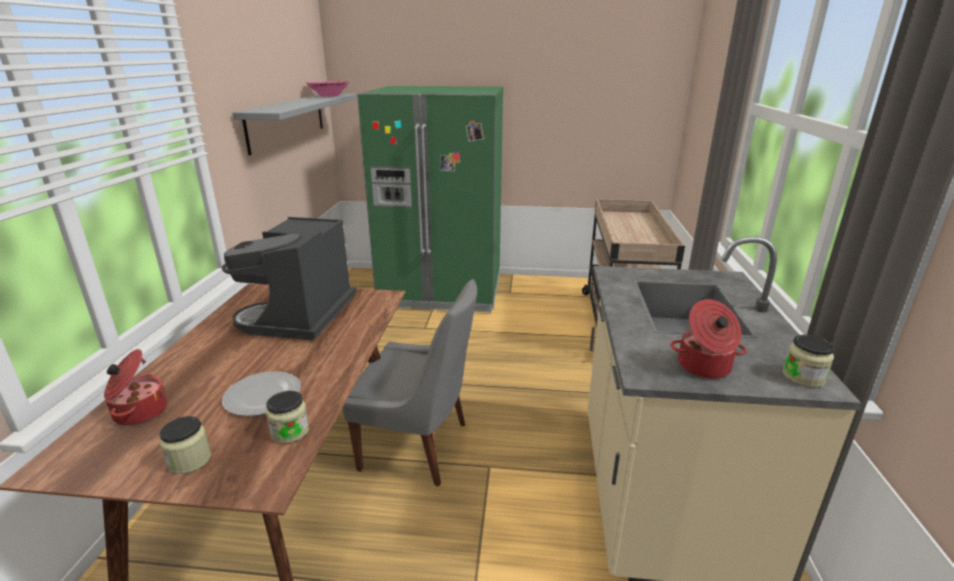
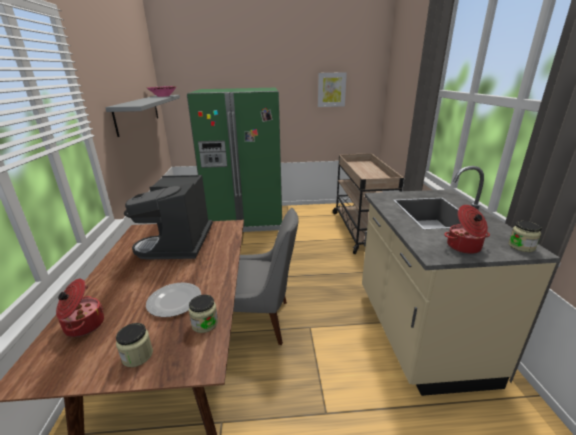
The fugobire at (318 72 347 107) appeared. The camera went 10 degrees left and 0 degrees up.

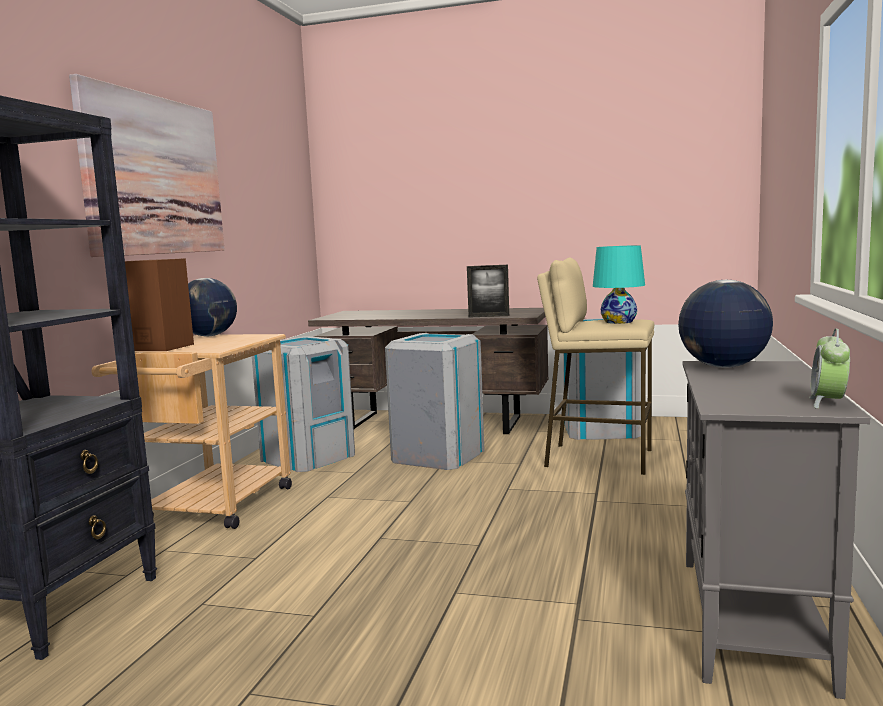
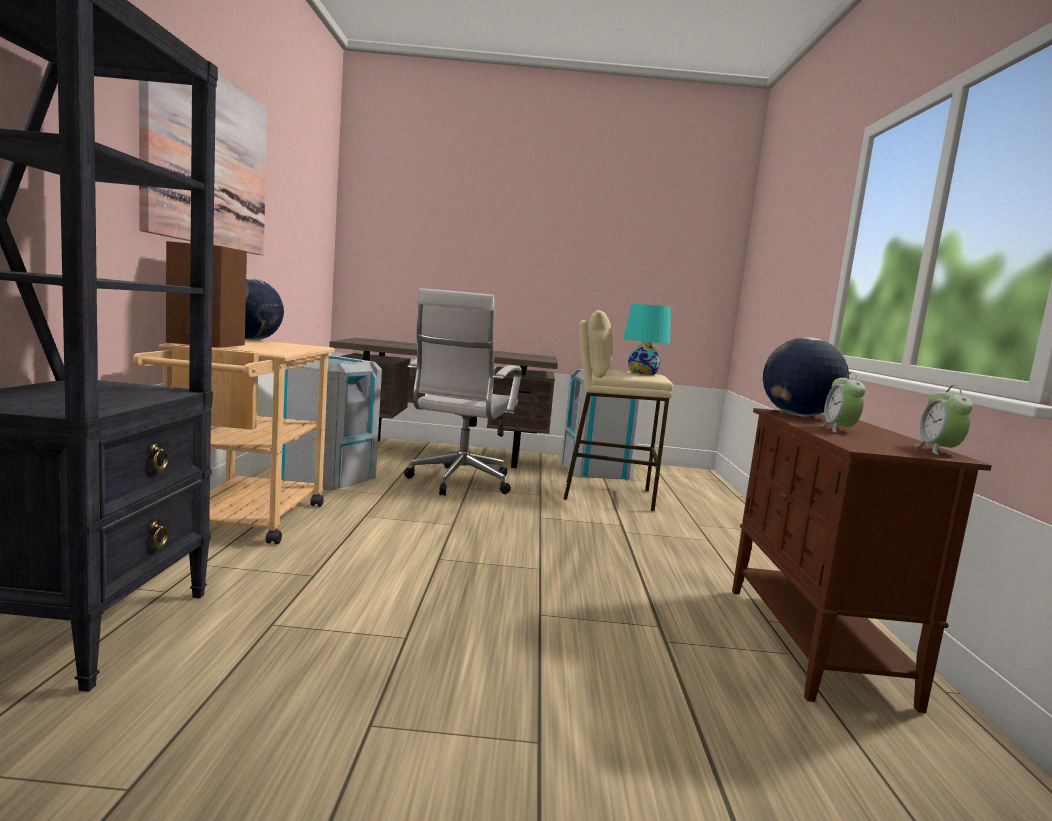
The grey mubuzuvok at (385 333 484 470) was replaced by the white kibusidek at (404 288 522 496). The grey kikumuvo at (683 361 870 699) became the brown kikumuvo at (732 408 992 713). The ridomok at (820 372 866 433) appeared. The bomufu at (467 265 509 317) disappeared. The camera went 15 degrees left and 0 degrees up.

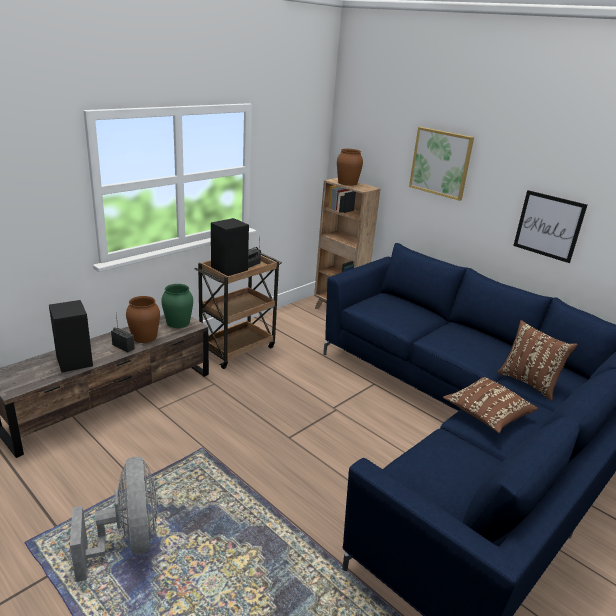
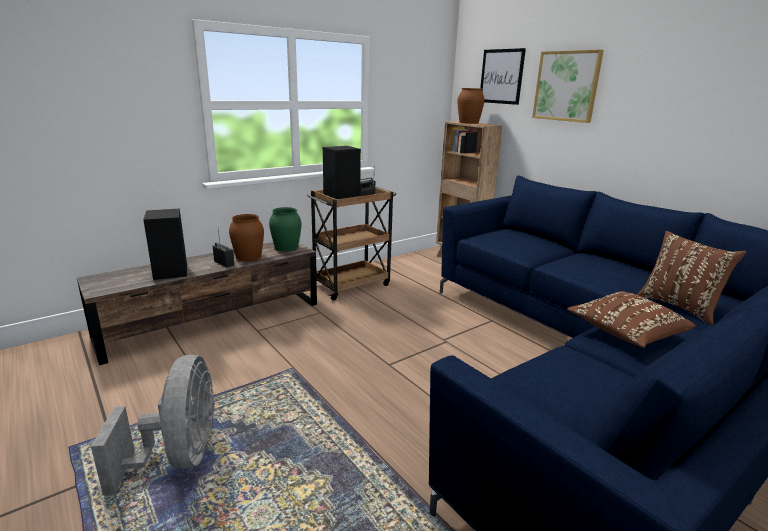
The fugobire moved from (513 190 587 263) to (480 48 526 105). The camera went 10 degrees right and 5 degrees down.

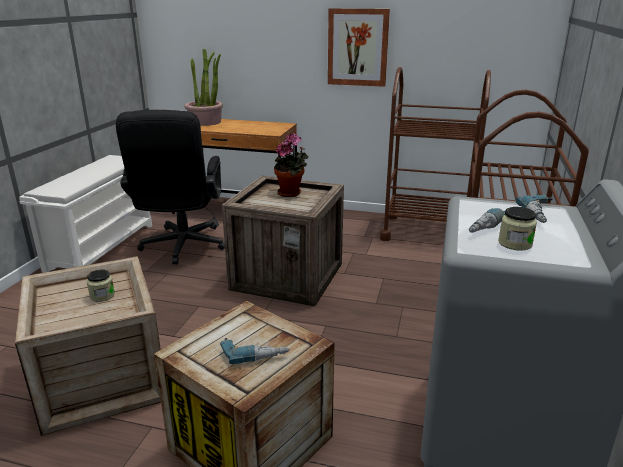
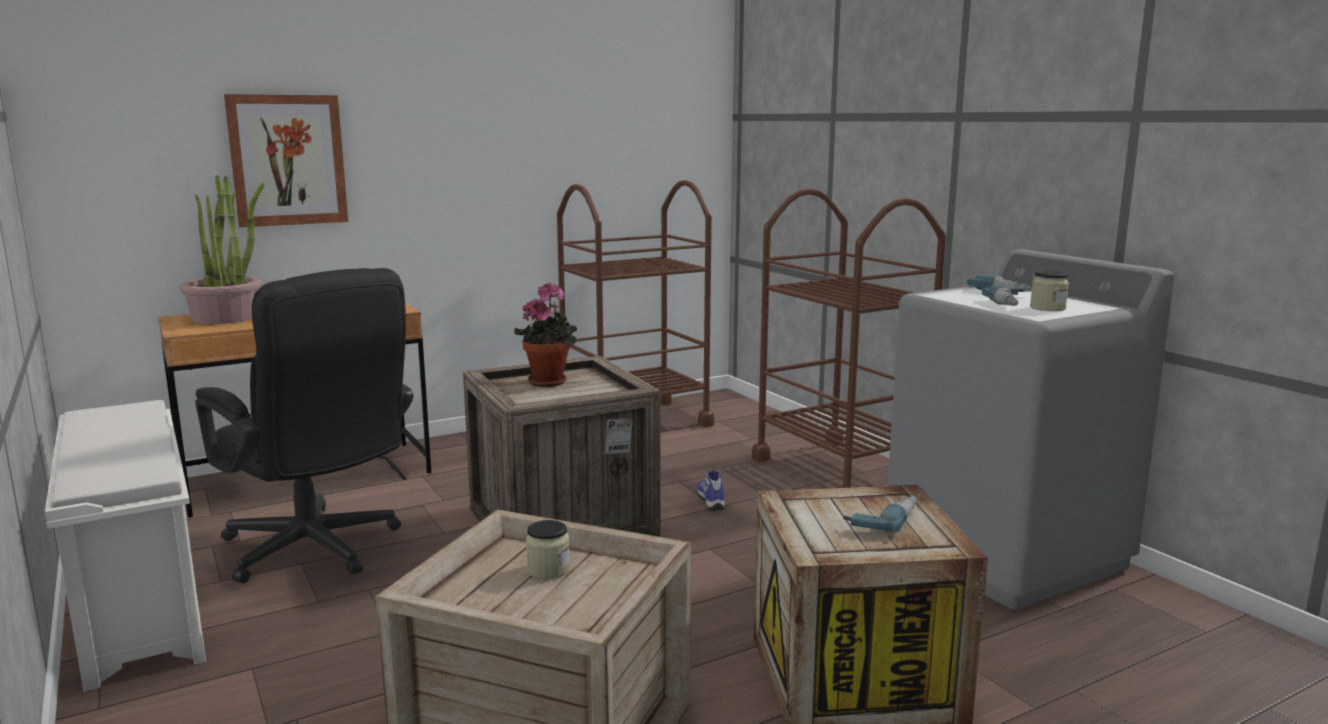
The fugobire moved from (328 8 390 87) to (224 94 348 227). The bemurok at (697 471 725 511) appeared. The camera went 45 degrees left and 10 degrees down.

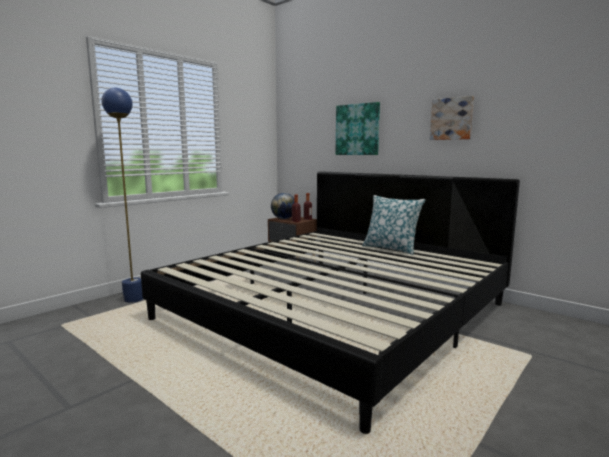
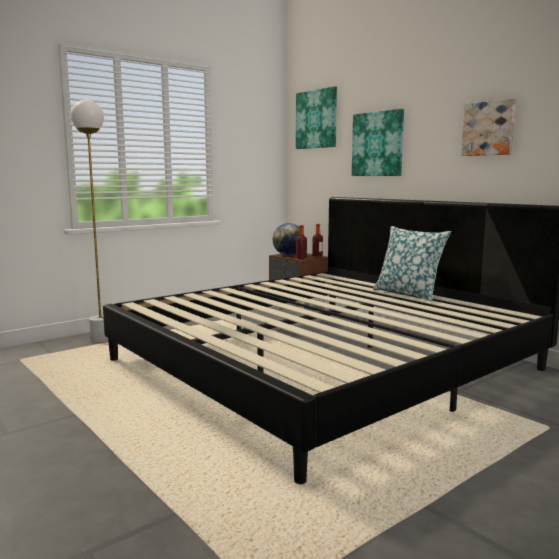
The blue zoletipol at (101 88 143 303) became the white zoletipol at (70 99 108 343). The fugobire at (296 86 337 149) appeared. The camera went 10 degrees right and 0 degrees up.

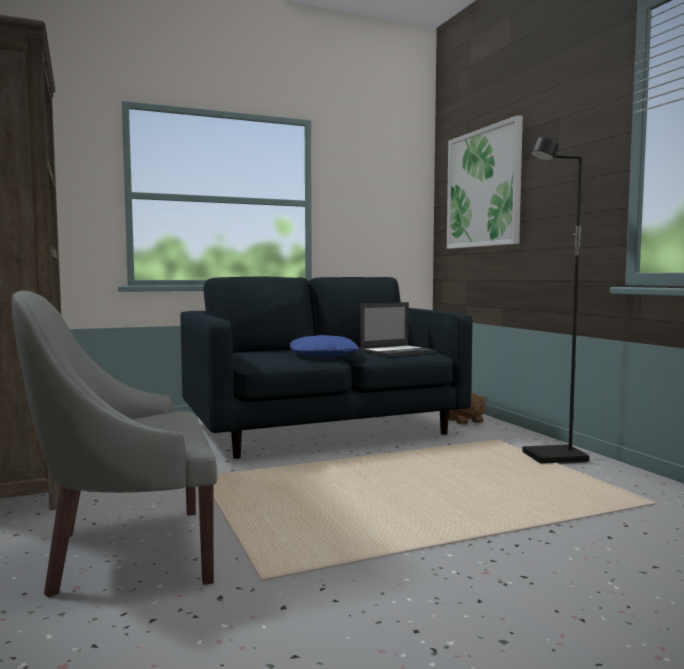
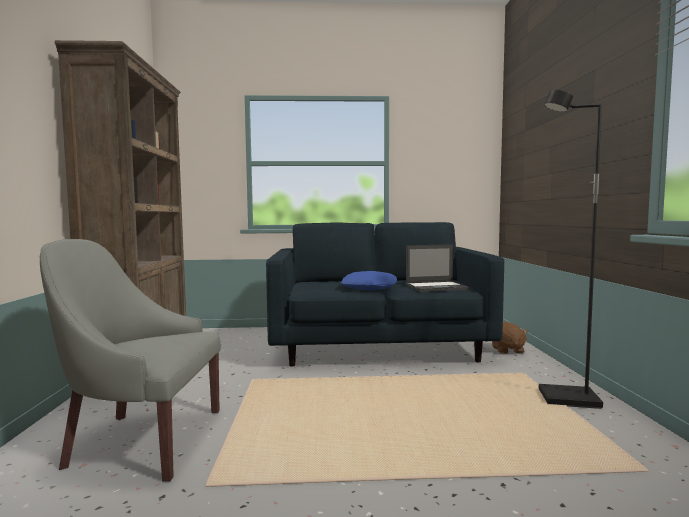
The fugobire at (447 115 523 249) disappeared. The camera went 20 degrees right and 0 degrees up.

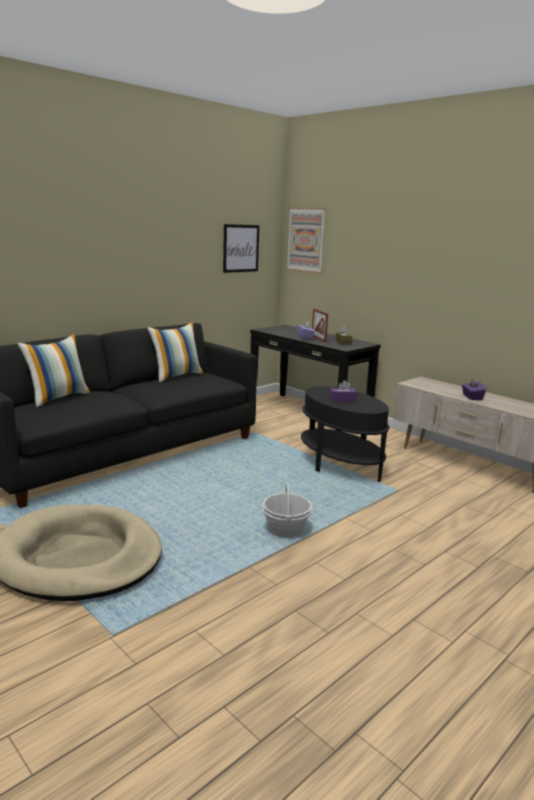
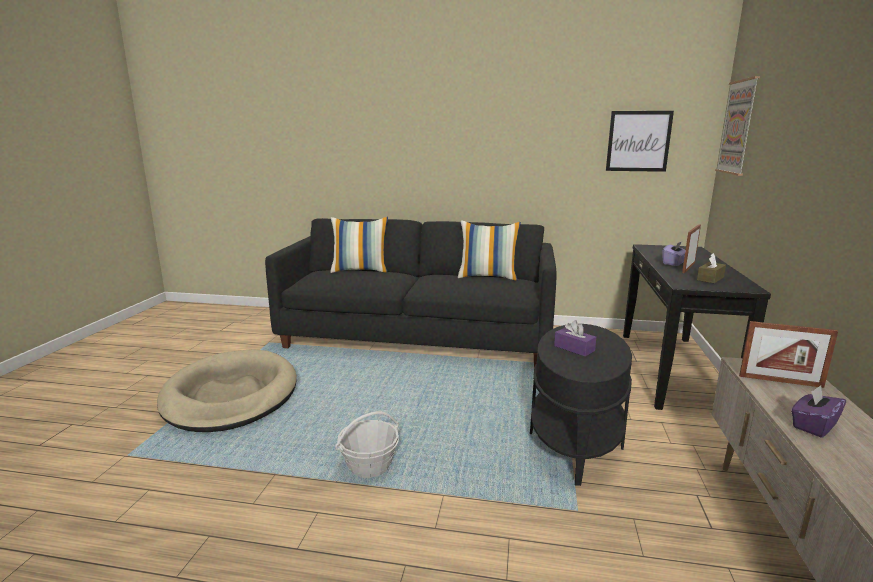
The bomufu at (739 321 838 388) appeared. The camera went 55 degrees right and 0 degrees up.

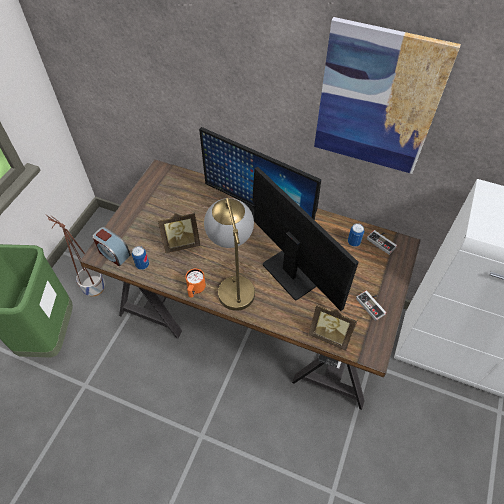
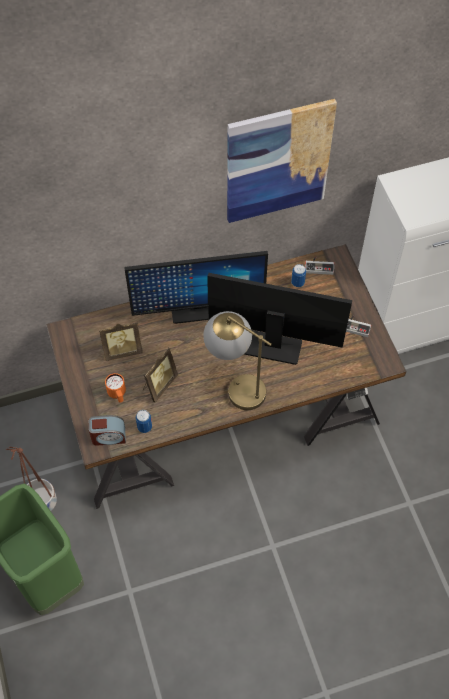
The bomufu moved from (308 303 358 351) to (99 322 143 361). The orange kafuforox moved from (185 269 206 298) to (105 373 126 403). The camera went 40 degrees left and 5 degrees up.

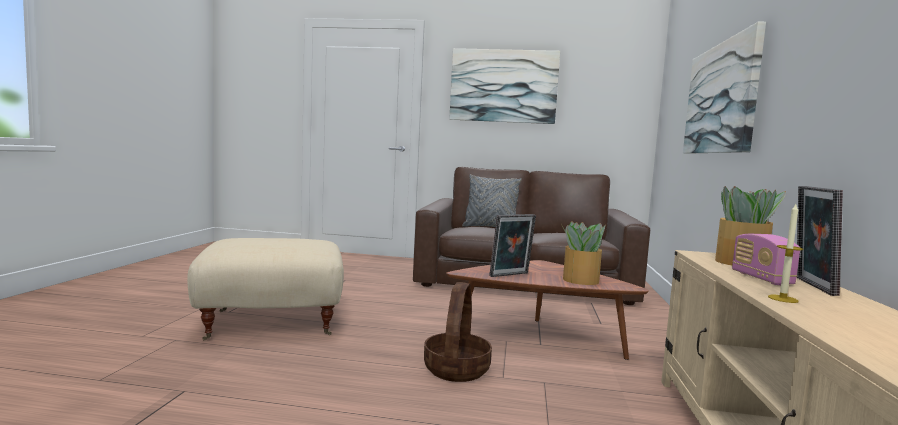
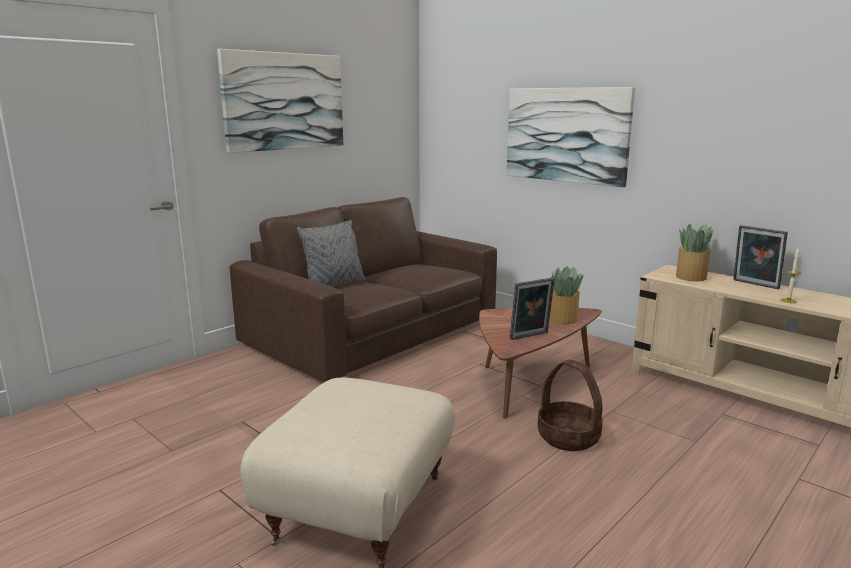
The bomufu at (489 214 536 277) turned 60 degrees clockwise. The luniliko at (732 234 800 285) disappeared. The camera went 55 degrees left and 10 degrees up.

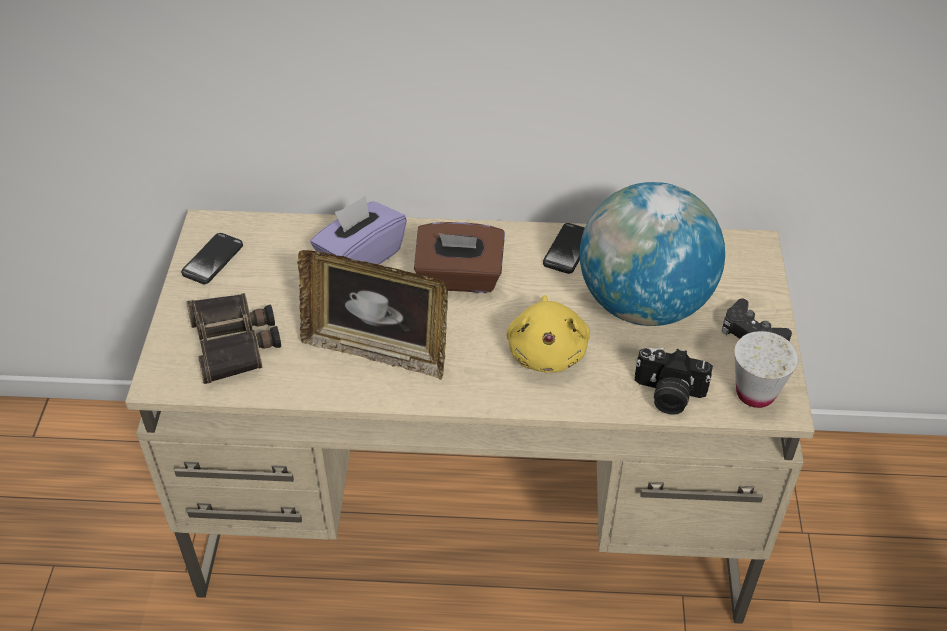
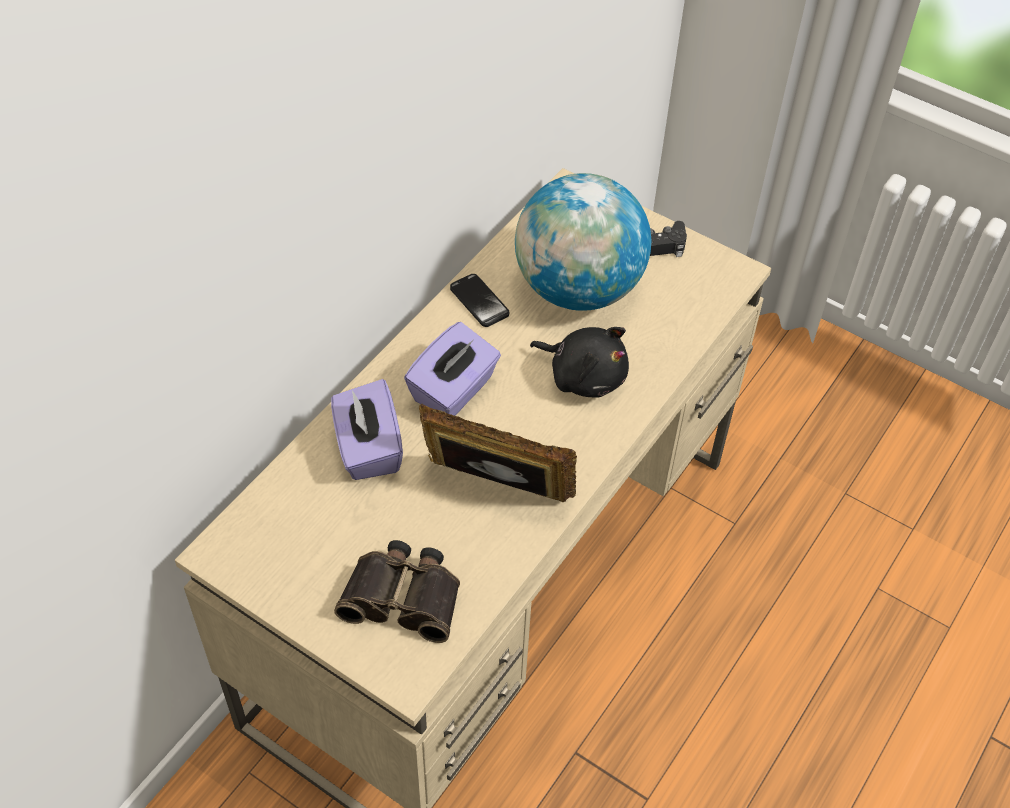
The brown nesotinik at (414 222 505 293) became the purple nesotinik at (404 322 501 416). The bomufu at (297 250 448 380) turned 120 degrees counterclockwise. The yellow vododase at (506 295 590 373) became the black vododase at (530 327 629 398). The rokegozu at (181 233 243 284) disappeared. The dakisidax at (635 348 713 415) disappeared. The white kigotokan at (734 331 799 408) disappeared. The camera went 60 degrees left and 5 degrees up.

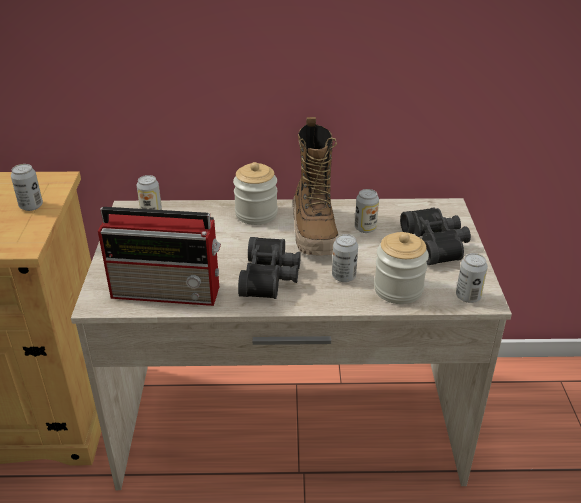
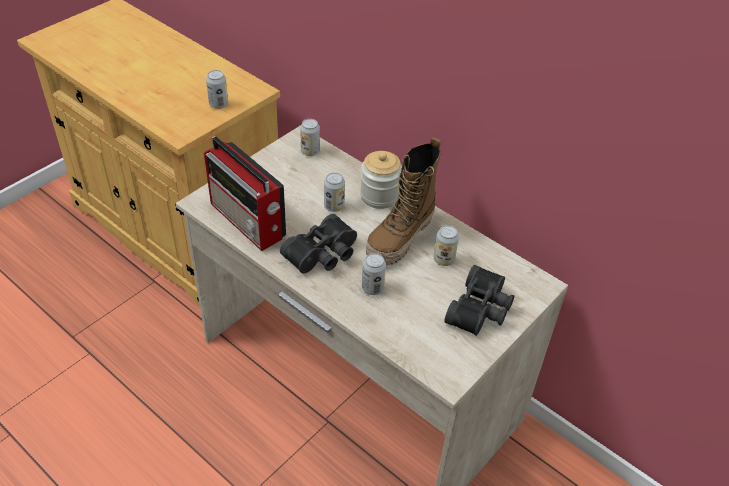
The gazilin moved from (456 253 488 303) to (324 172 345 212). The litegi at (374 232 429 304) disappeared. The camera went 40 degrees right and 10 degrees up.

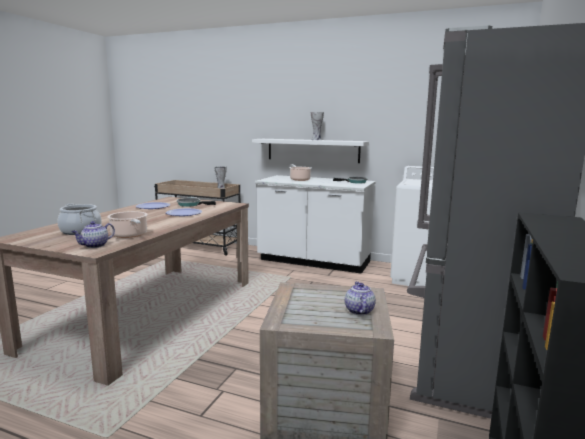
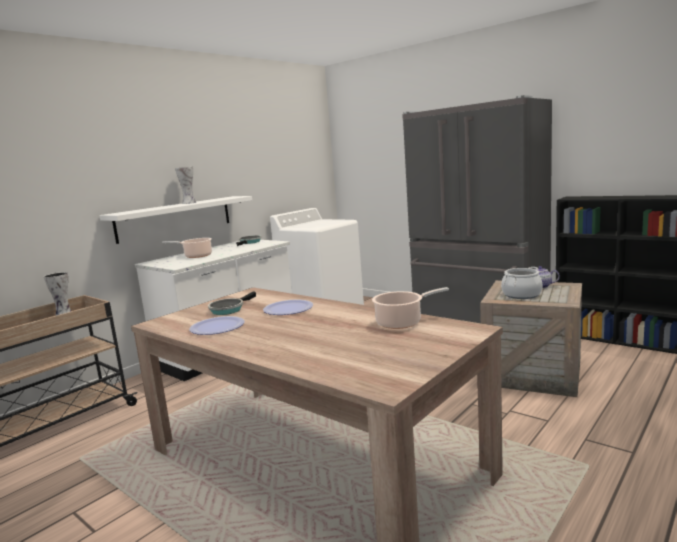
The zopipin moved from (57 204 102 235) to (501 267 543 299). The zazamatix at (72 221 115 248) disappeared. The camera went 70 degrees left and 0 degrees up.

